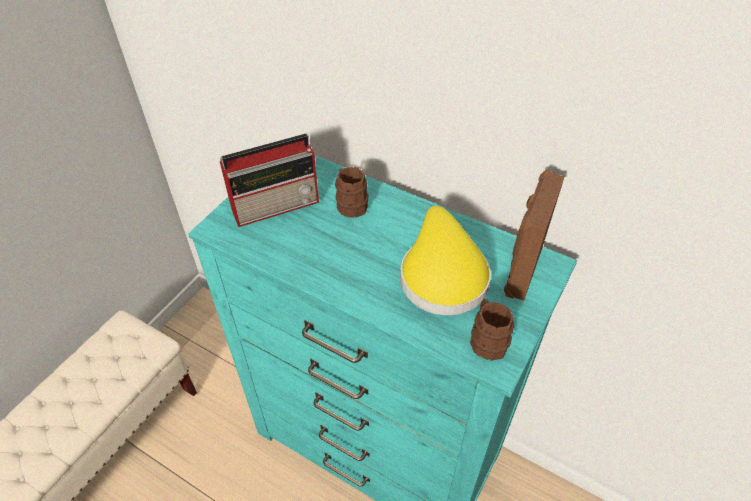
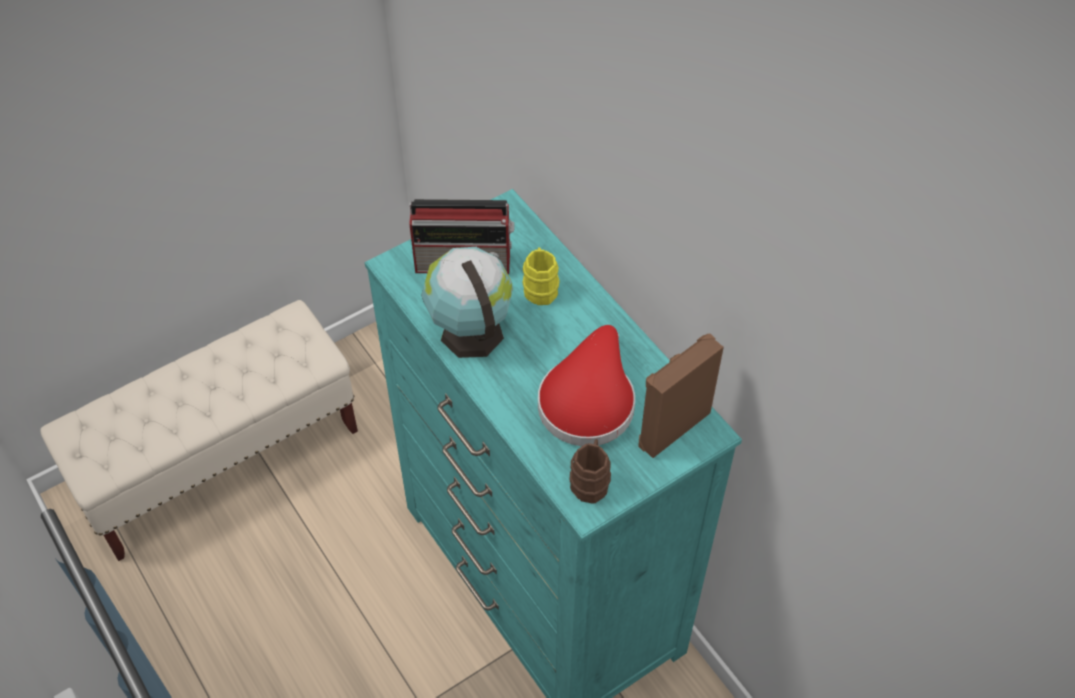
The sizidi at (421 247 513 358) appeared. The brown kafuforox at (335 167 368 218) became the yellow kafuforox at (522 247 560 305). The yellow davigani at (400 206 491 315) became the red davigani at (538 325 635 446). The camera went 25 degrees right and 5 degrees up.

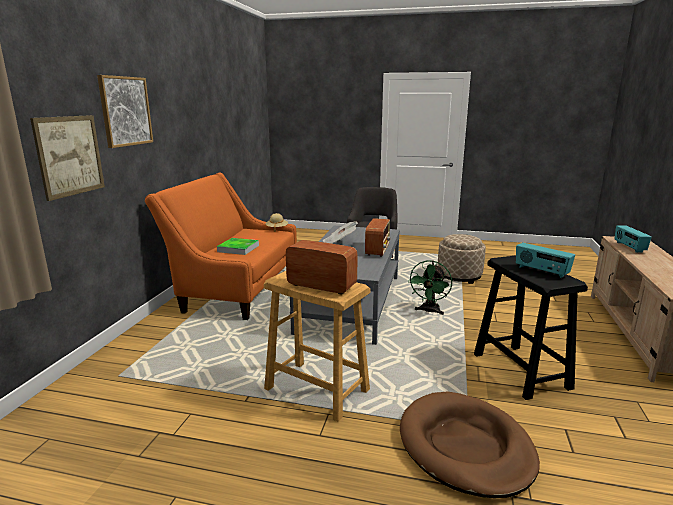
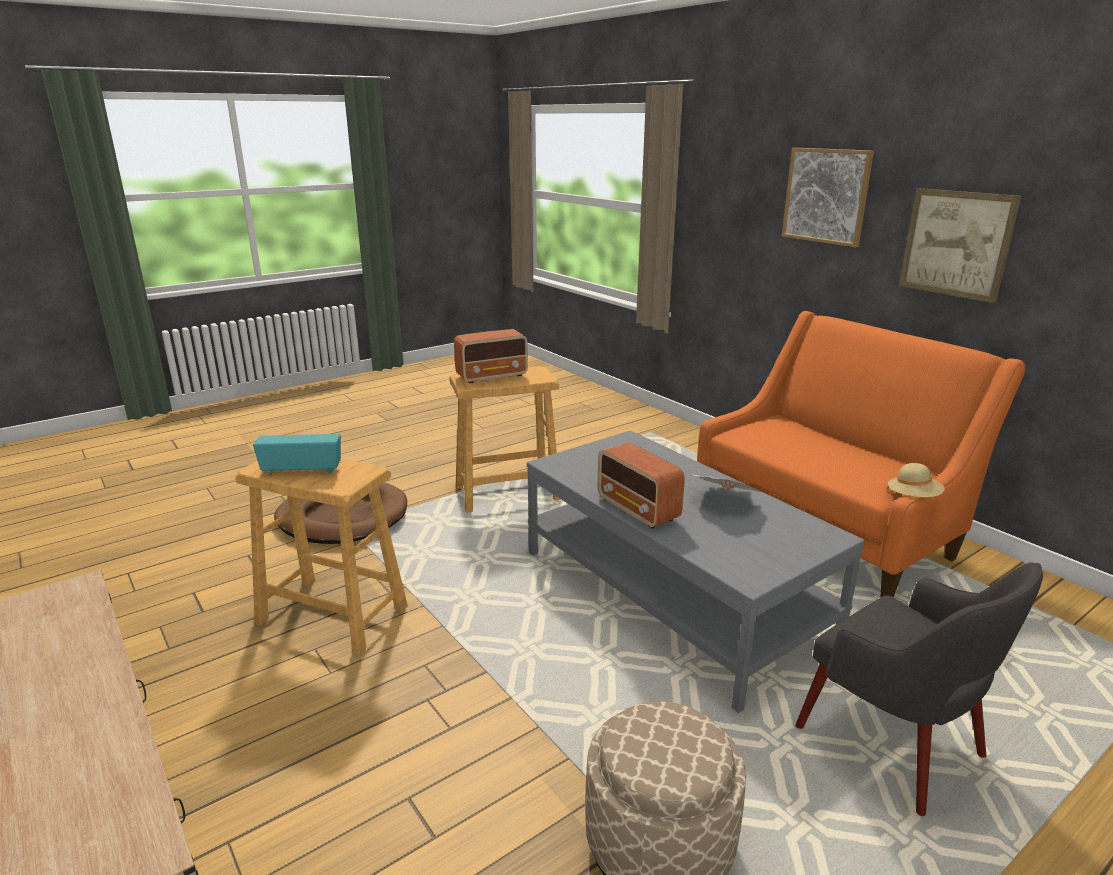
The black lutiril at (474 255 588 400) became the beige lutiril at (235 459 408 655). The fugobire moved from (30 115 105 201) to (899 188 1021 303). The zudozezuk at (217 238 259 255) disappeared. The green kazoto at (408 260 452 315) disappeared. The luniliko at (614 226 652 253) disappeared. The camera went 130 degrees right and 5 degrees up.

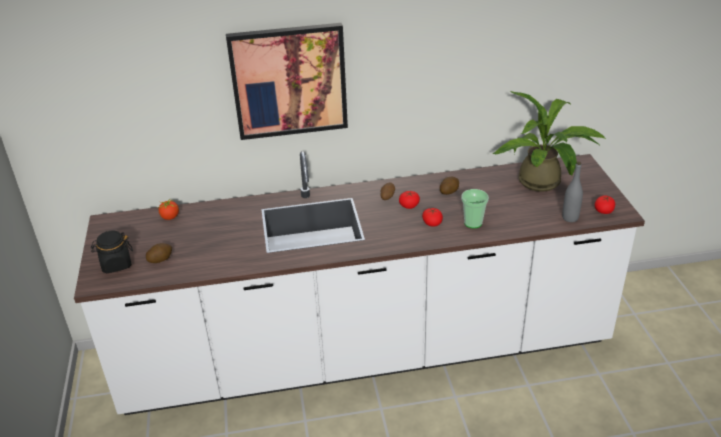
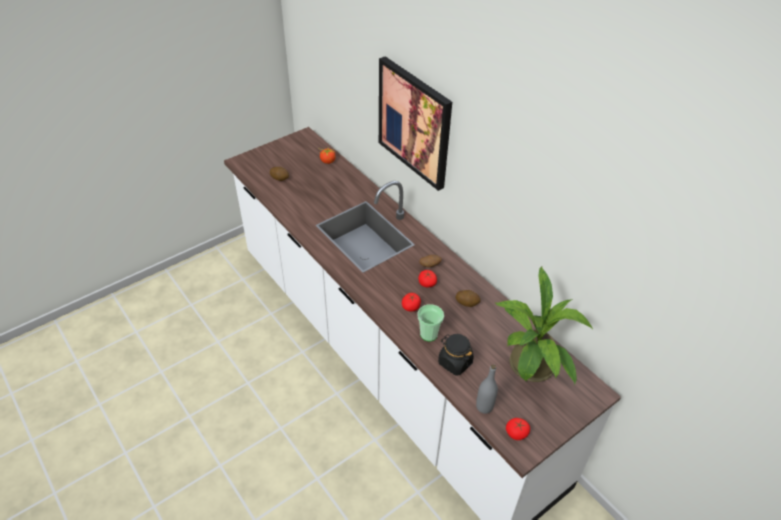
The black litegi moved from (91 230 133 273) to (438 334 474 376). The camera went 60 degrees right and 10 degrees up.

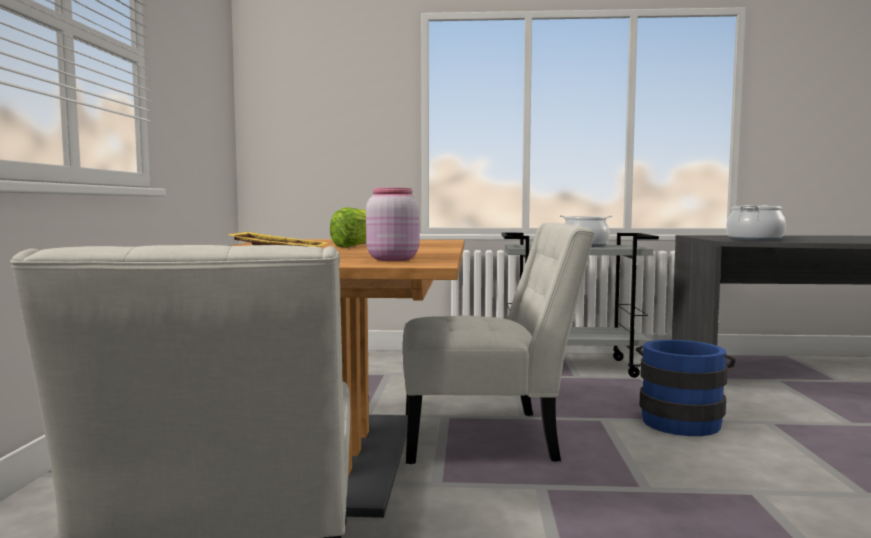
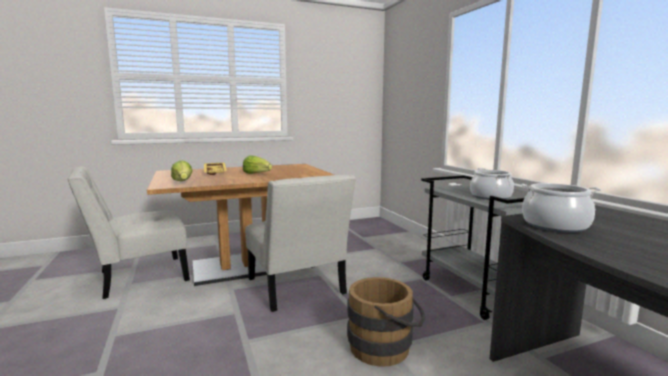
The pink litegi at (366 188 419 261) was replaced by the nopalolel at (171 160 193 181). The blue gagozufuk at (636 340 736 436) became the brown gagozufuk at (347 277 426 367). The camera went 65 degrees right and 5 degrees up.

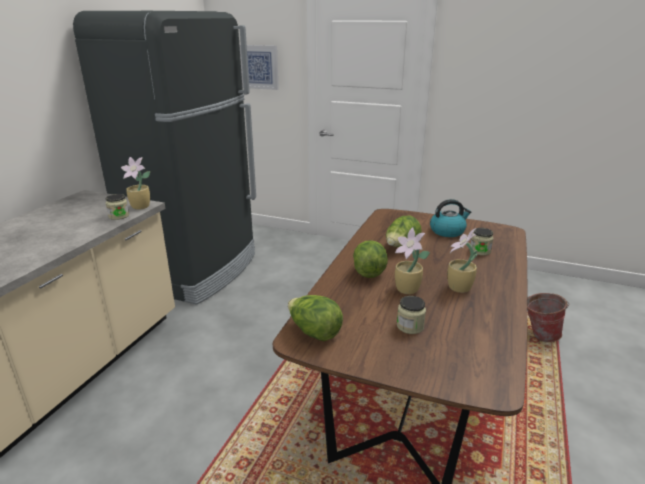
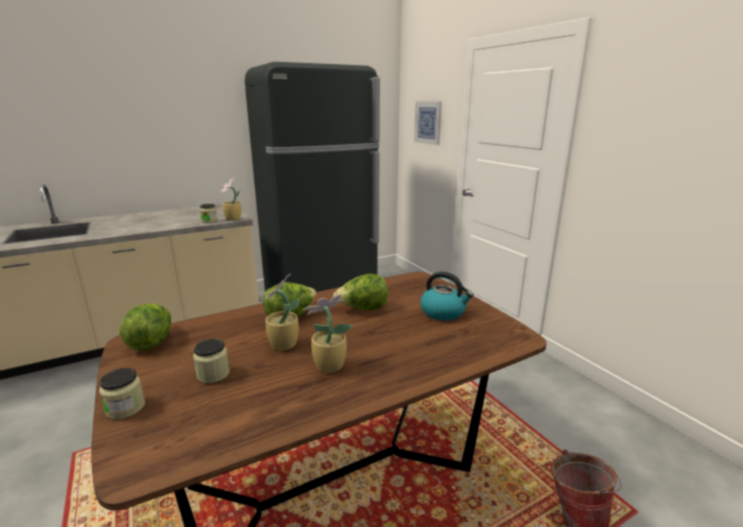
The litegi moved from (471 228 494 256) to (99 368 145 419). The camera went 40 degrees right and 5 degrees down.

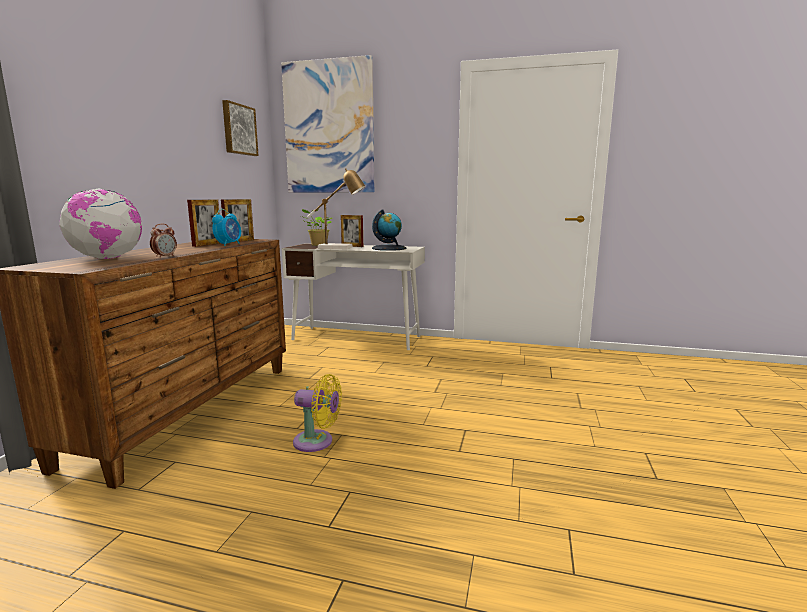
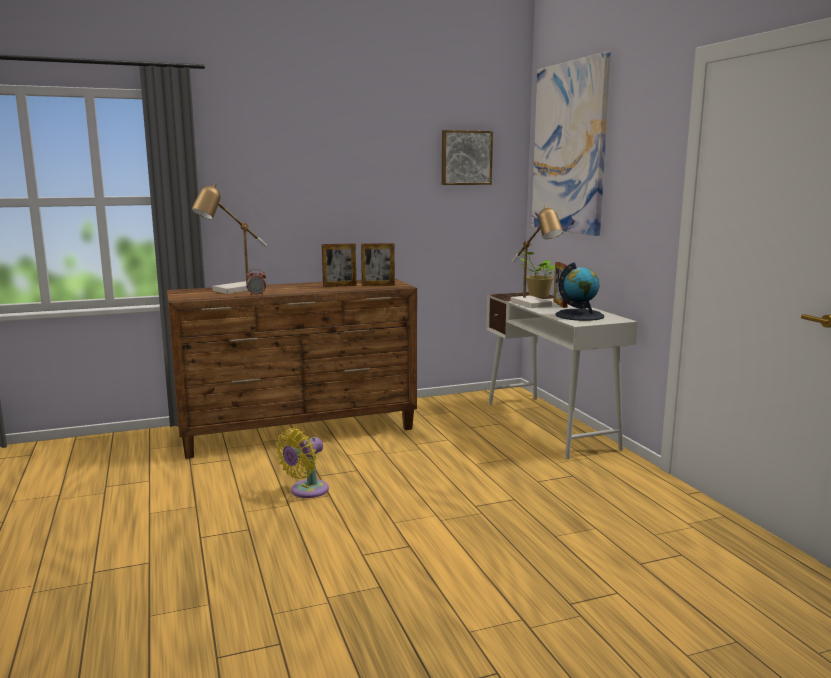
The sizidi at (59 188 142 259) was replaced by the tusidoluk at (191 183 267 294). The yellow kazoto at (293 374 342 452) turned 60 degrees clockwise. The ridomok at (212 209 241 246) disappeared. The camera went 55 degrees right and 0 degrees up.

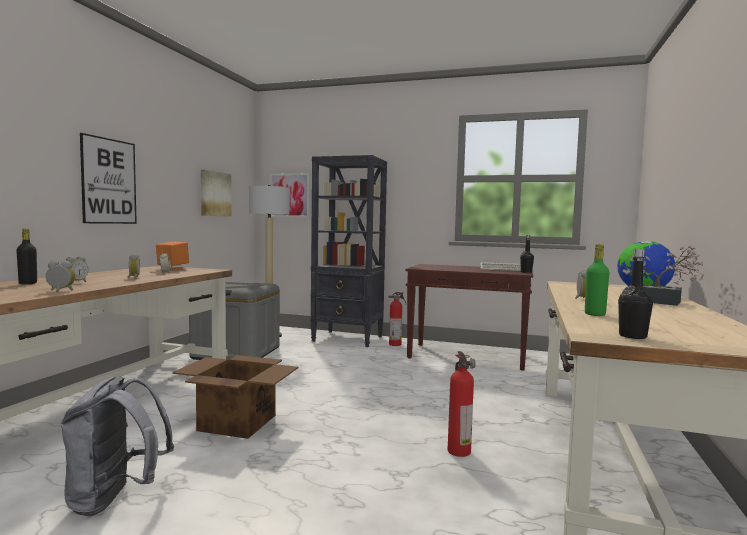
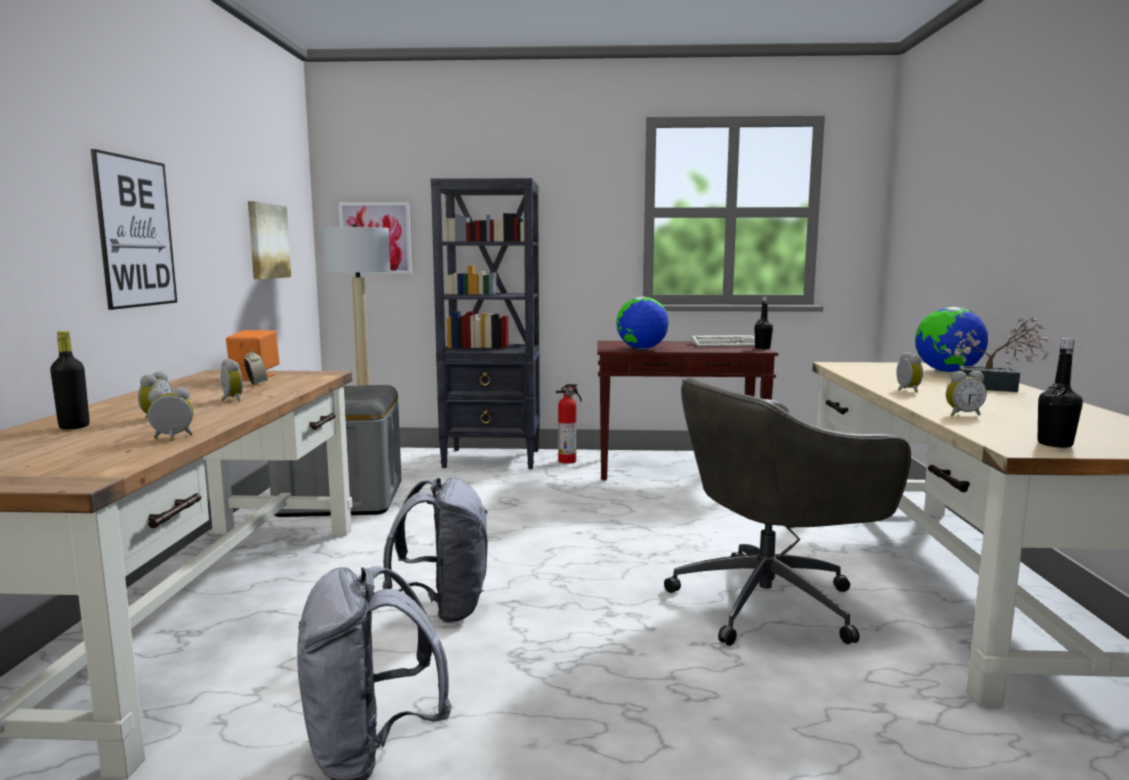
The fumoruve at (172 355 299 439) was replaced by the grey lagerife at (382 478 488 623). The sizidi at (616 297 669 349) appeared. The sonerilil at (448 351 476 457) was replaced by the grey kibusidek at (664 378 911 646). The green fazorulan at (585 244 609 316) was replaced by the ridomok at (946 371 987 416). The camera went 15 degrees left and 5 degrees up.

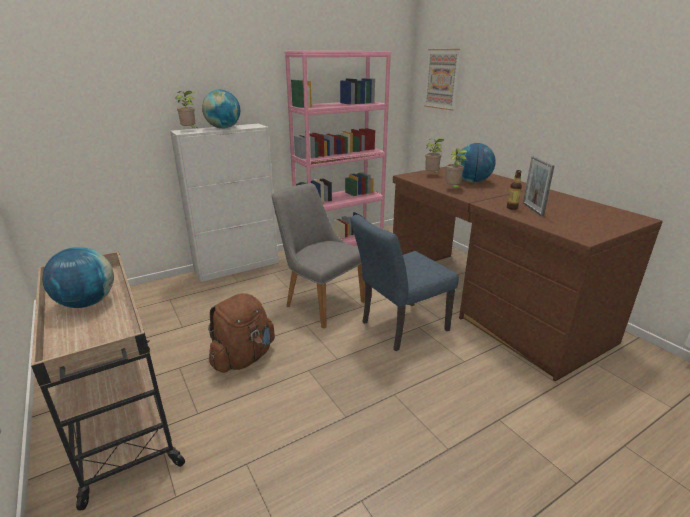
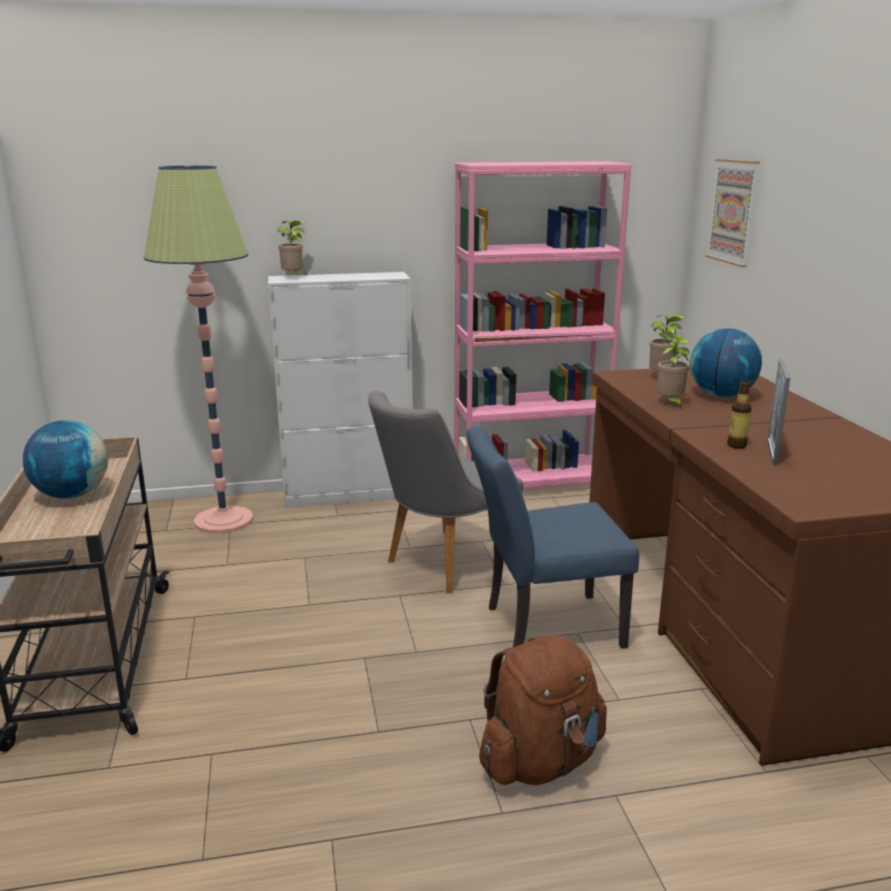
The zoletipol at (144 165 253 534) appeared. The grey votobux at (272 183 365 328) turned 105 degrees counterclockwise. The brown lagerife moved from (208 293 275 373) to (479 635 607 785). The sizidi at (202 90 240 129) disappeared. The camera went 20 degrees right and 5 degrees down.

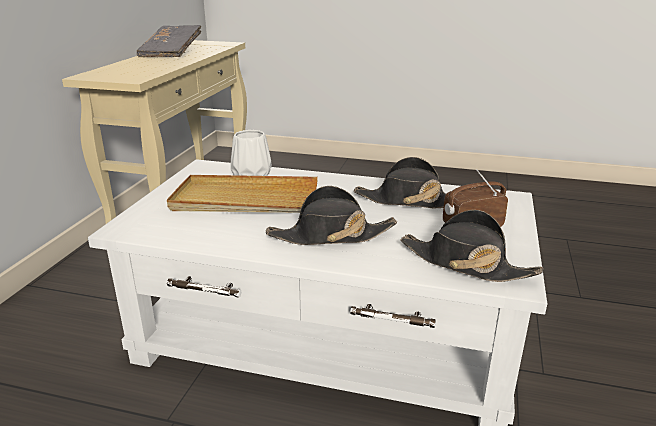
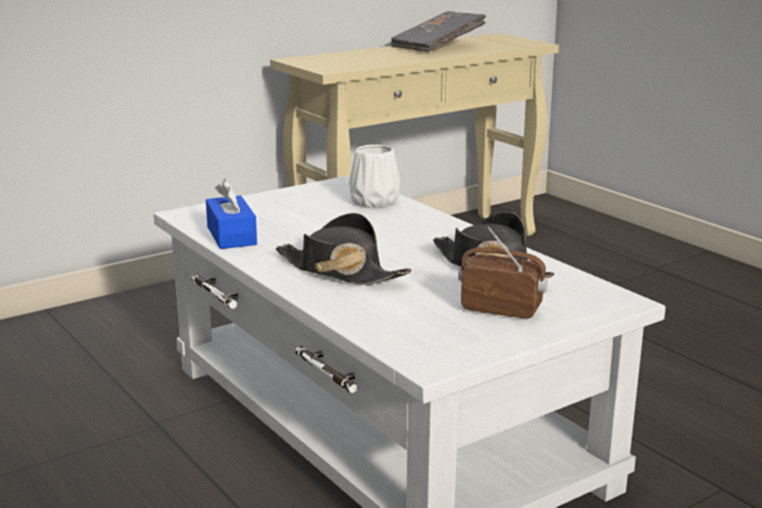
The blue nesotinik at (206 179 257 249) appeared. The beige zudozezuk at (167 175 318 213) disappeared. The black davigani at (400 210 543 282) disappeared. The camera went 40 degrees right and 5 degrees down.

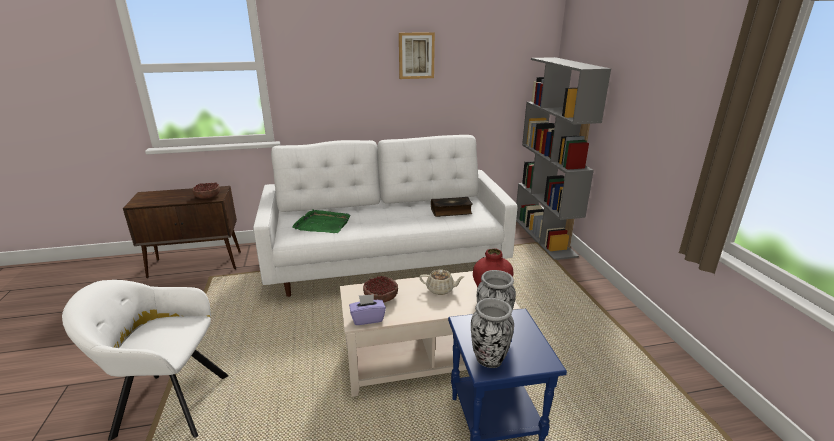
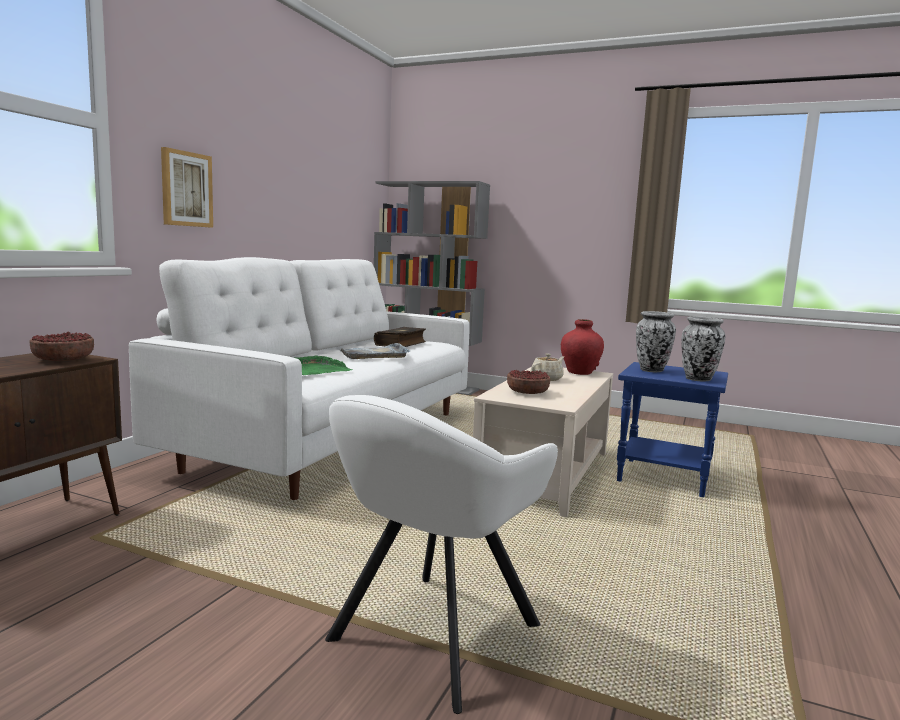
The fugobire moved from (399 32 435 79) to (161 147 213 228). The grey zudozezuk at (340 343 410 359) appeared. The purple nesotinik at (349 294 386 325) disappeared. The camera went 55 degrees left and 15 degrees down.

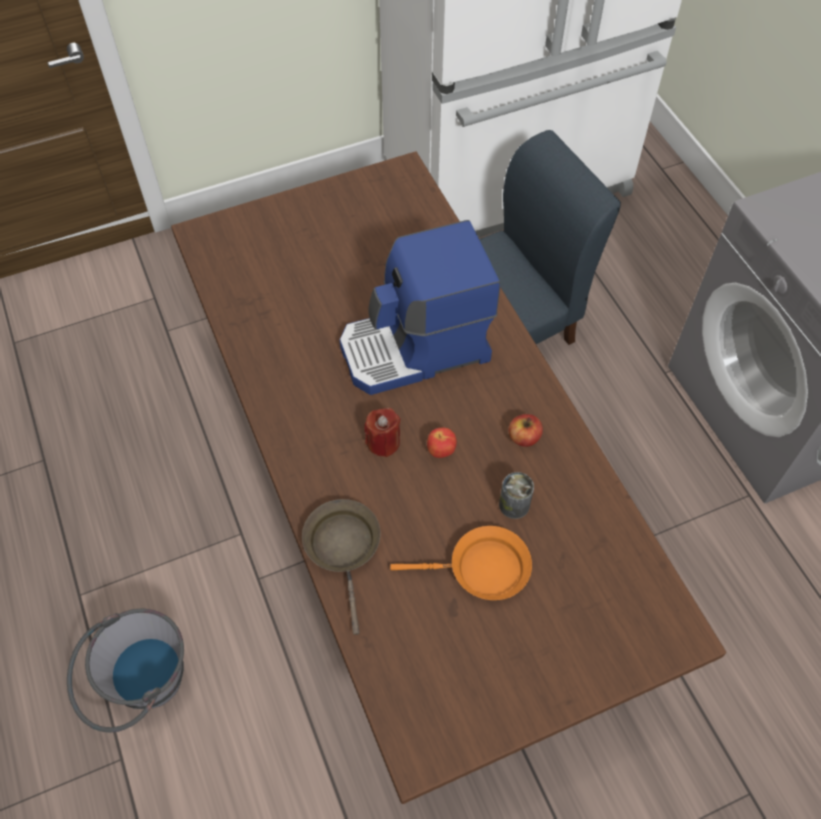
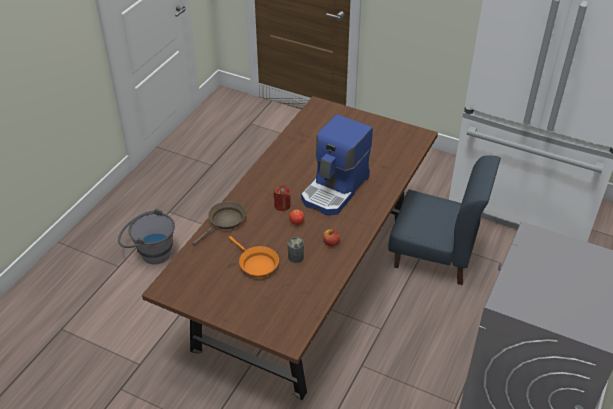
The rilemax at (339 220 500 395) turned 90 degrees counterclockwise. The camera went 50 degrees right and 15 degrees down.

